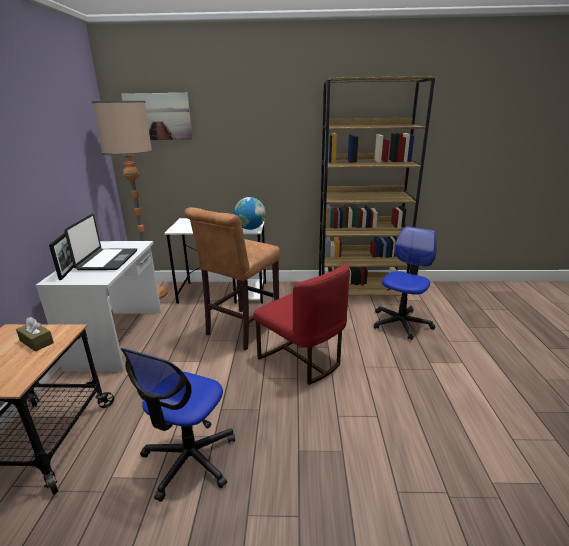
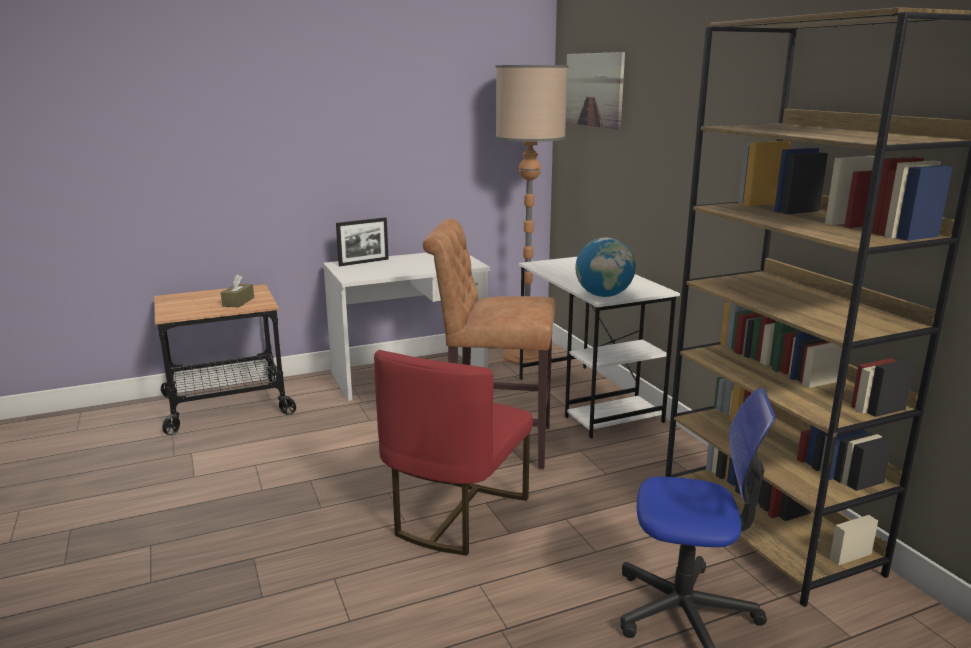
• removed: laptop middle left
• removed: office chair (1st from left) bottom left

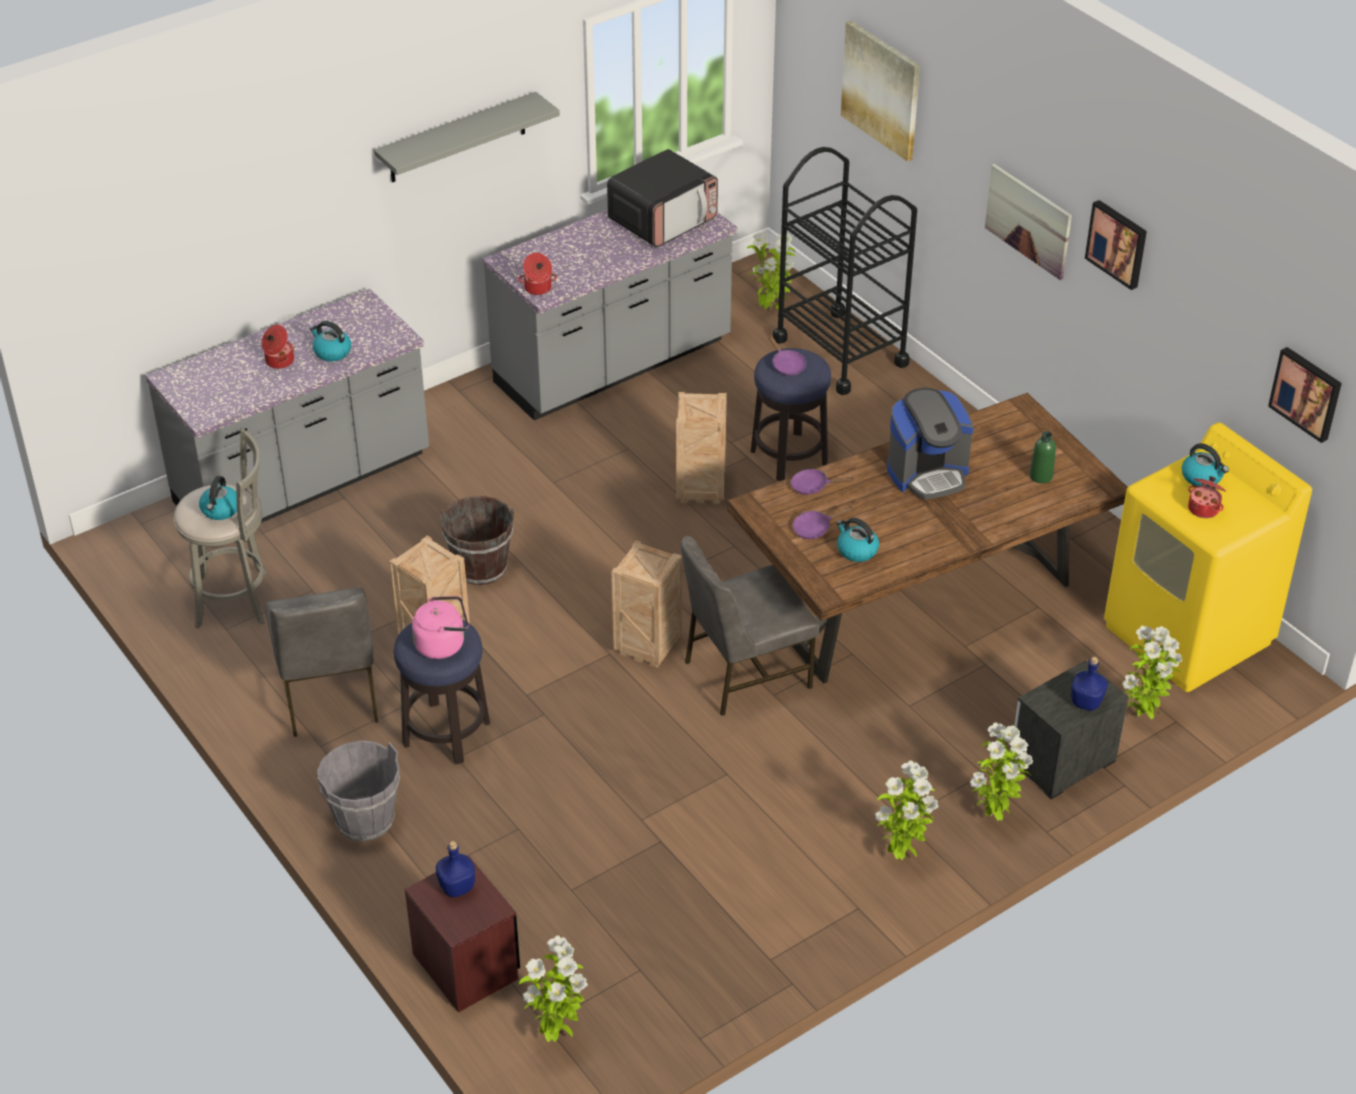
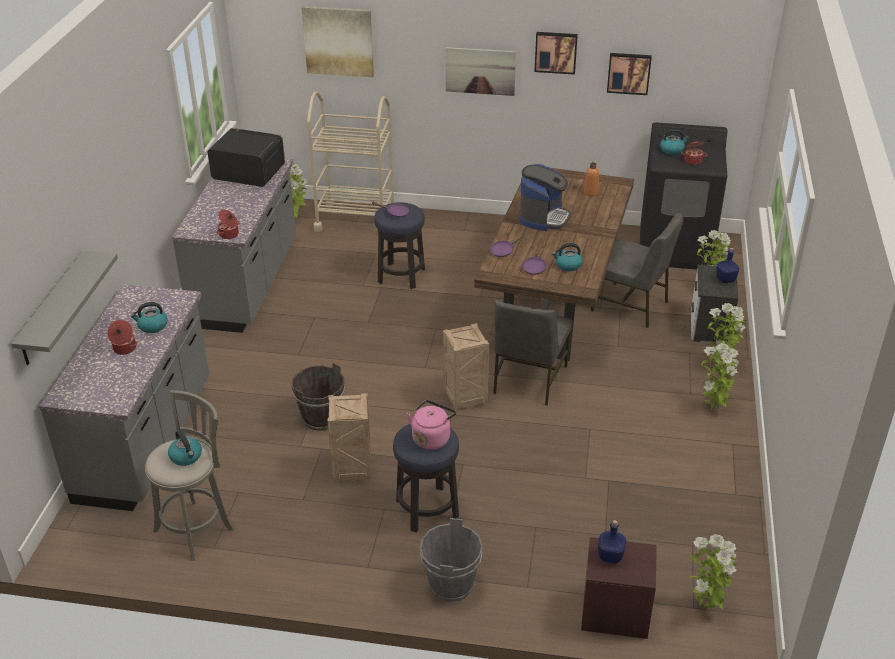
• removed: crate (3rd from left) centre
• moved: chair in grey (1st from left in the first image) middle left to chair in grey (2nd from left) middle right
• moved: shelf in grey top centre to middle left
• moved: picture (4th from left) middle right to top right
• recoloured: cart in black top centre to cart in beige top centre
• recoloured: bottle in green middle right to bottle in orange top centre
• recoloured: washing machine in yellow middle right to washing machine in black top right
• turned: microwave top centre = top left 75 degrees counterclockwise

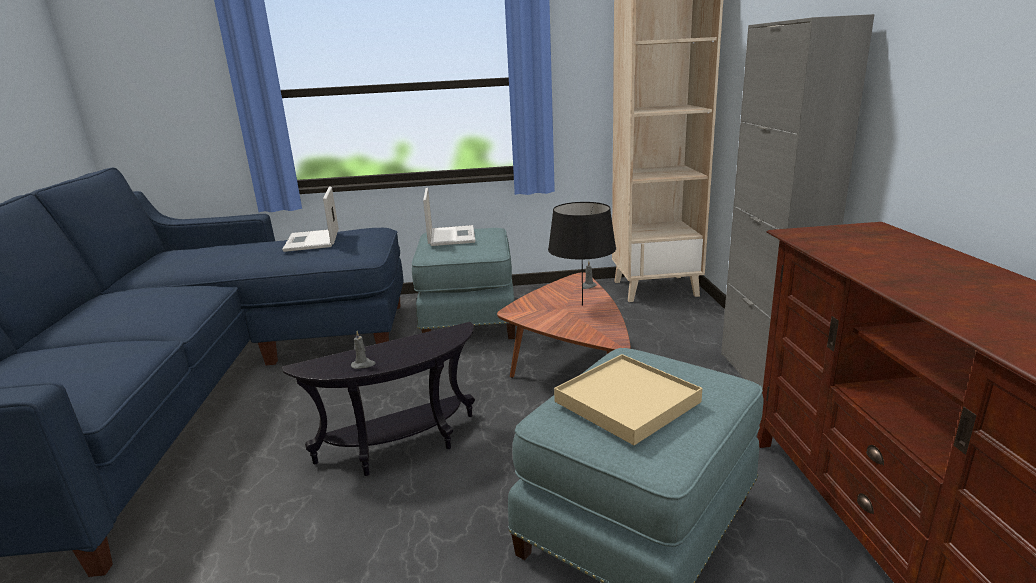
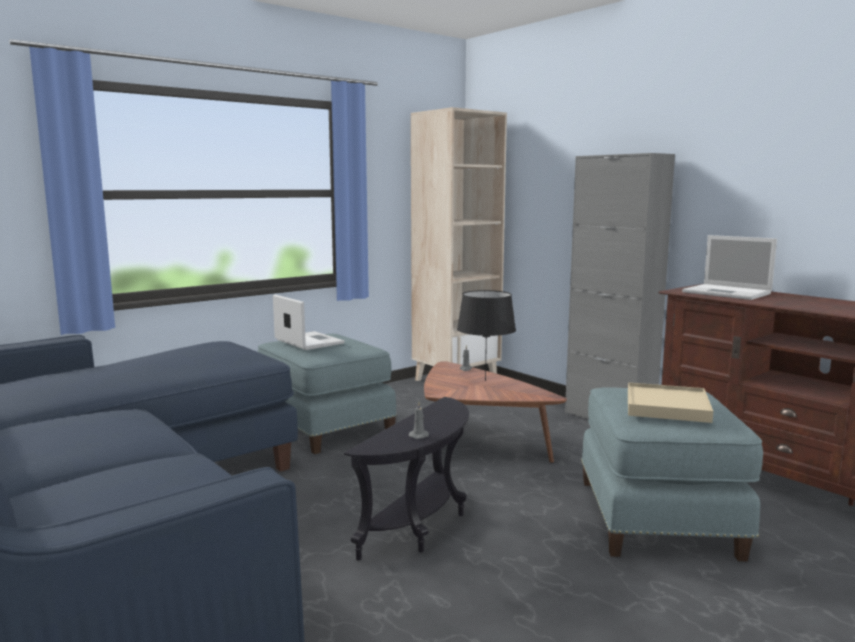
• moved: laptop (1st from left in the first image) middle left to laptop (2nd from left) middle right

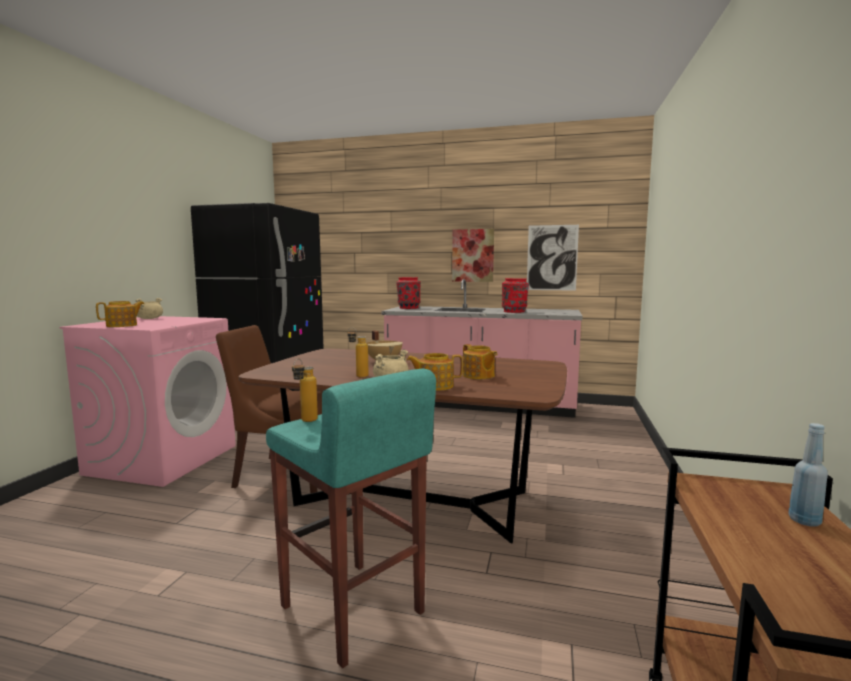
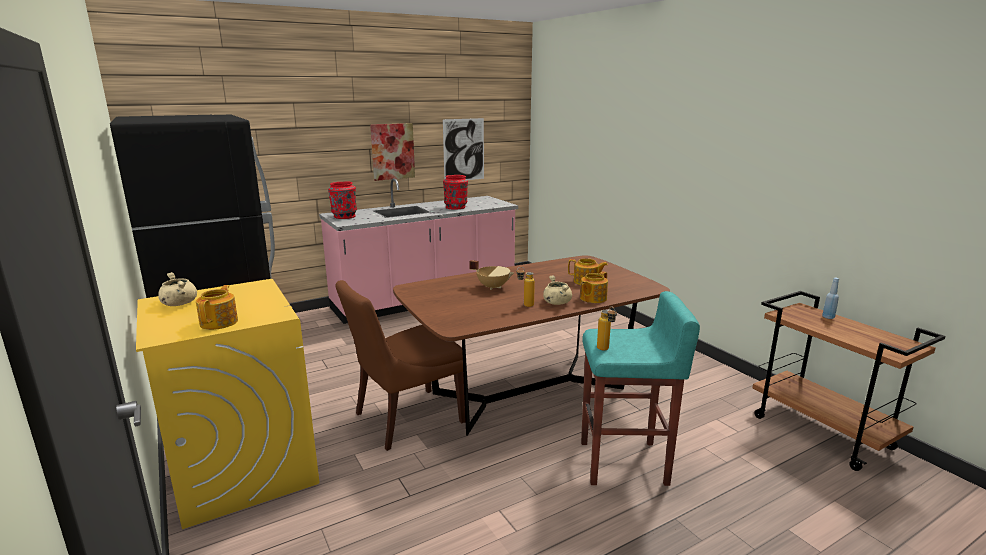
• recoloured: washing machine in pink middle left to washing machine in yellow bottom left

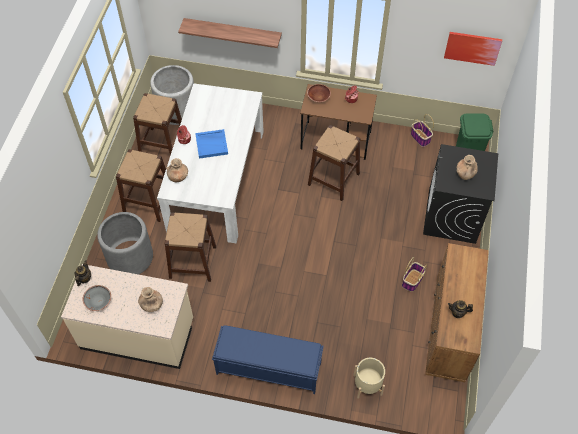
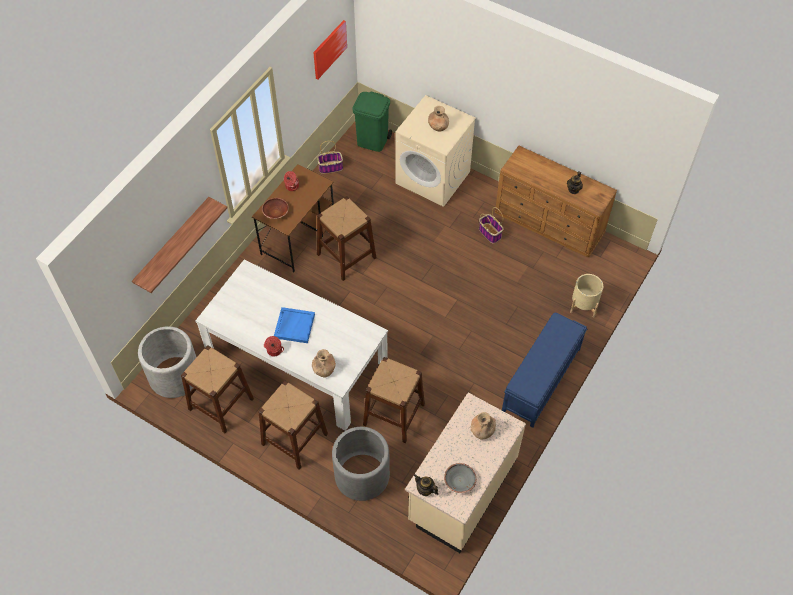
• recoloured: washing machine in black middle right to washing machine in beige top centre

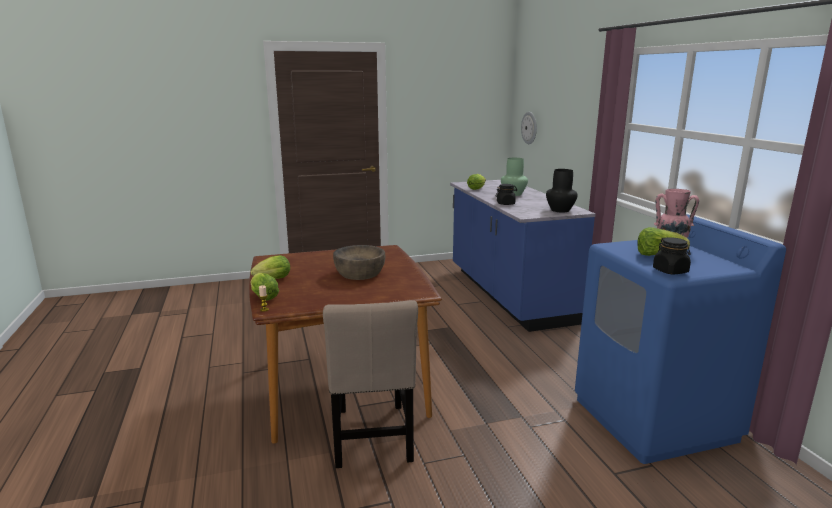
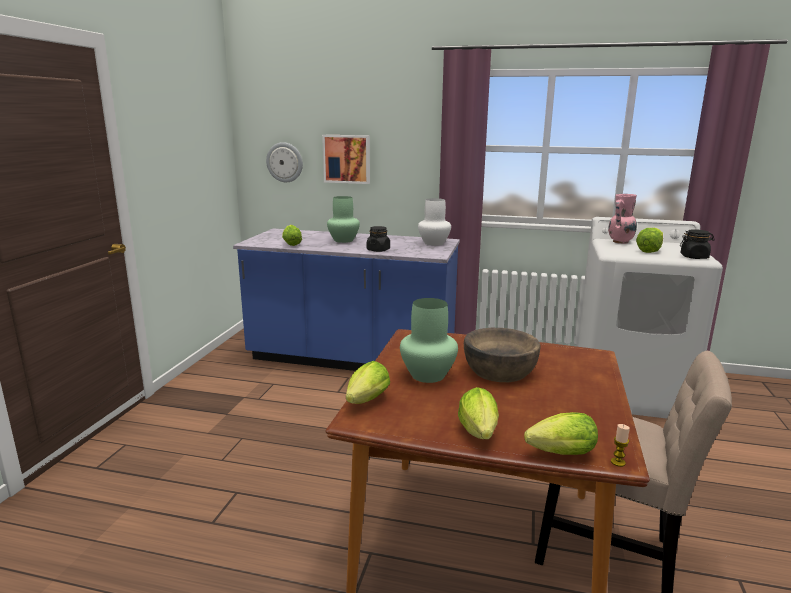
• added: picture top centre
• added: lettuce (2nd from left) centre
• added: vase in green (2nd from left) centre
• recoloured: vase in black middle right to vase in white centre
• recoloured: washing machine in blue bottom right to washing machine in white middle right

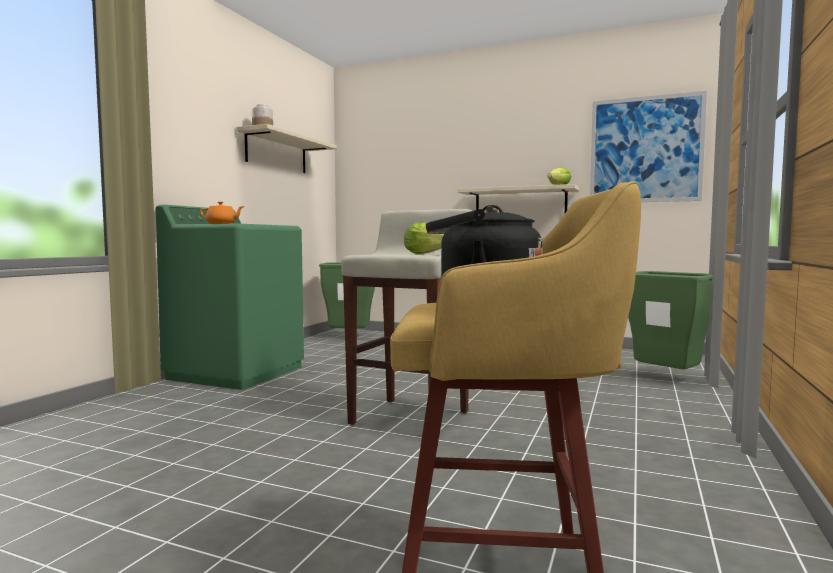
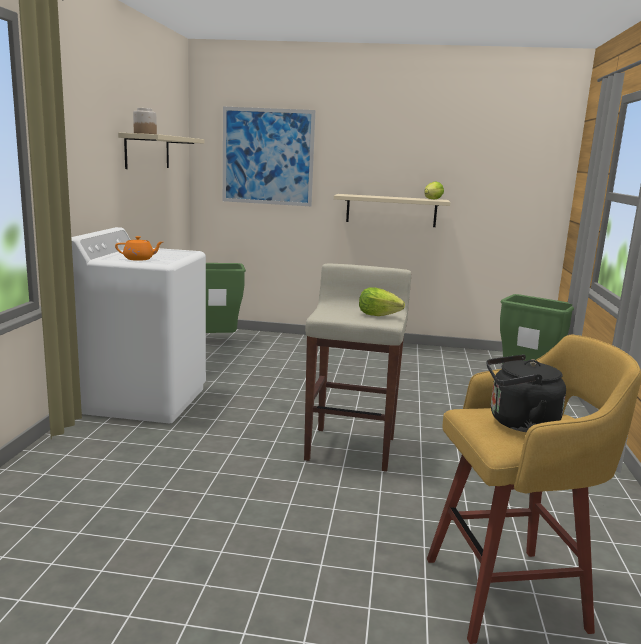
• moved: picture top right to top centre
• recoloured: washing machine in green middle left to washing machine in white middle left

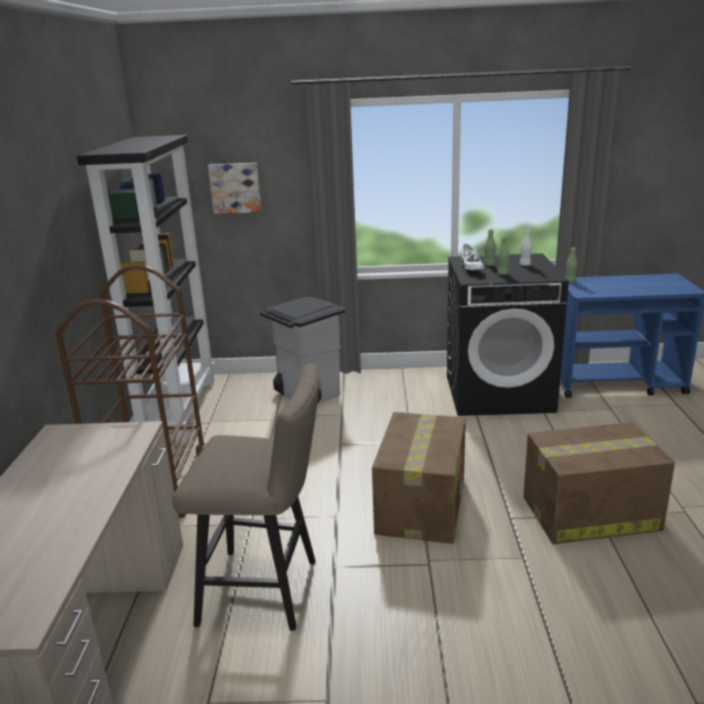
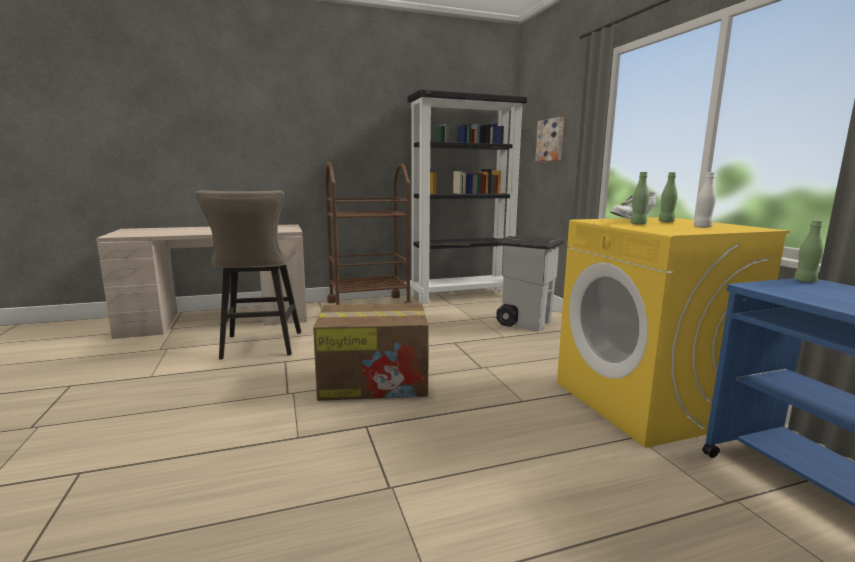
• removed: cardboard box (2nd from left) bottom right
• recoloured: washing machine in black middle right to washing machine in yellow middle right

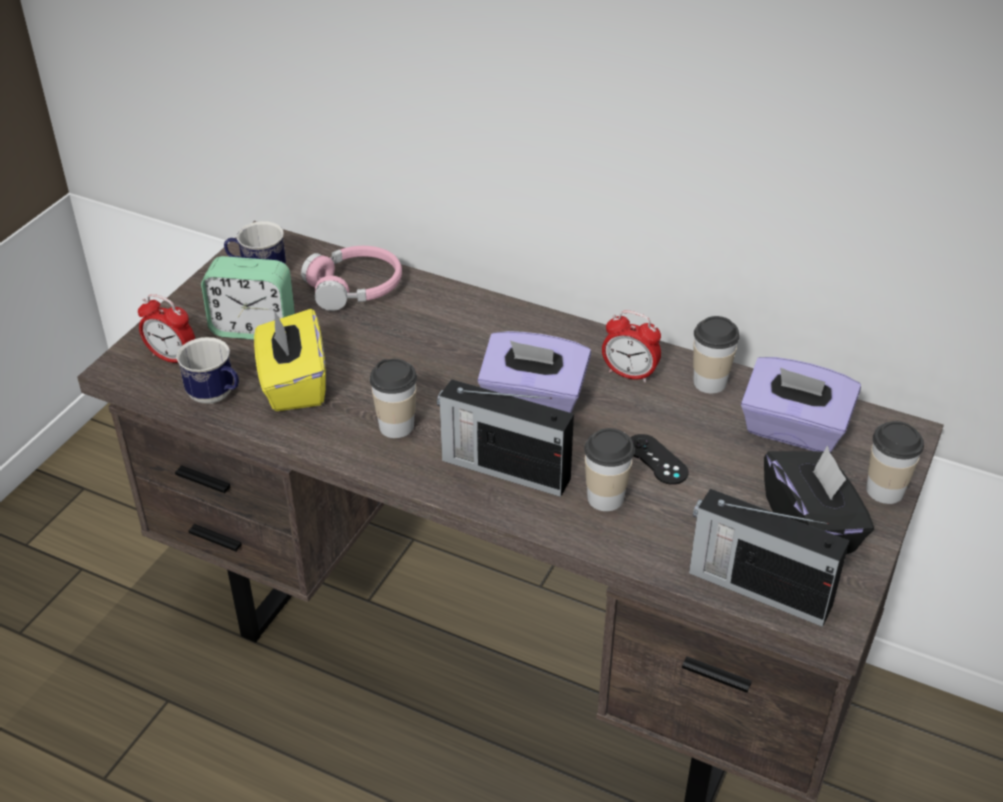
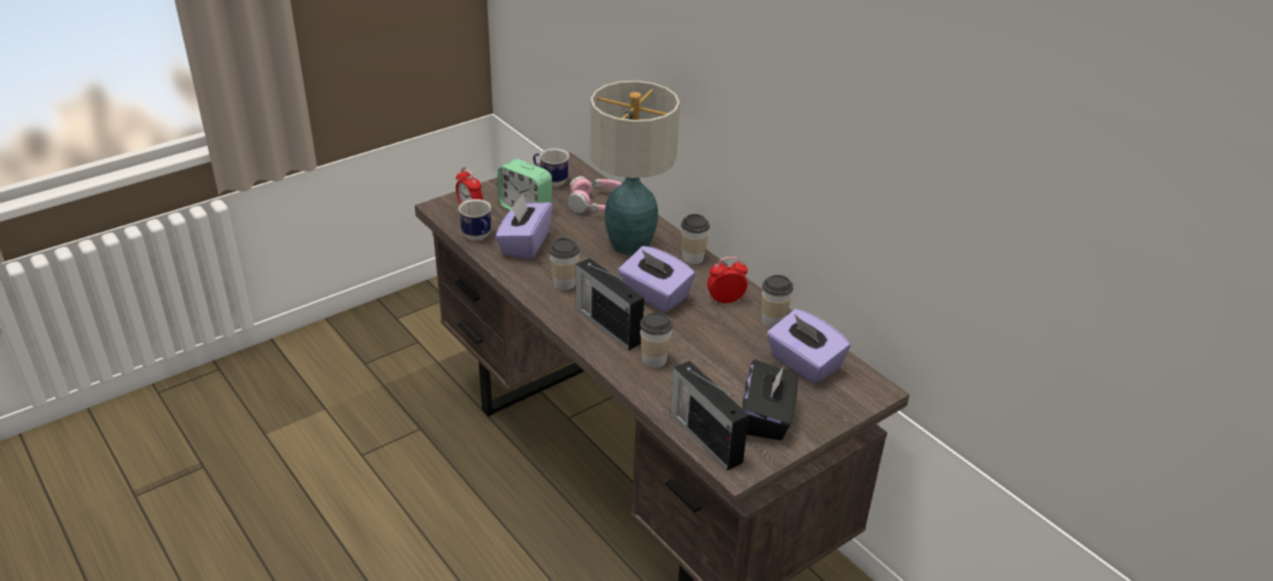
• removed: game controller in black centre
• added: table lamp top centre
• moved: cup (4th from left in the first image) middle right to cup (3rd from left) centre
• recoloured: tissue box in yellow middle left to tissue box in purple (1st from left) centre
• turned: alarm clock (3rd from left) centre = centre 120 degrees clockwise

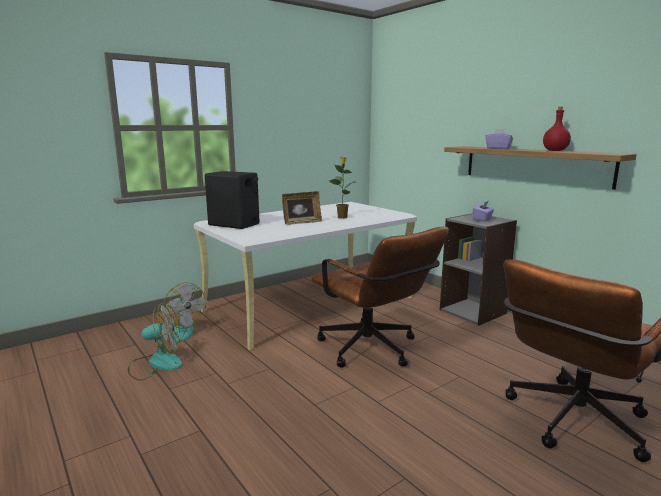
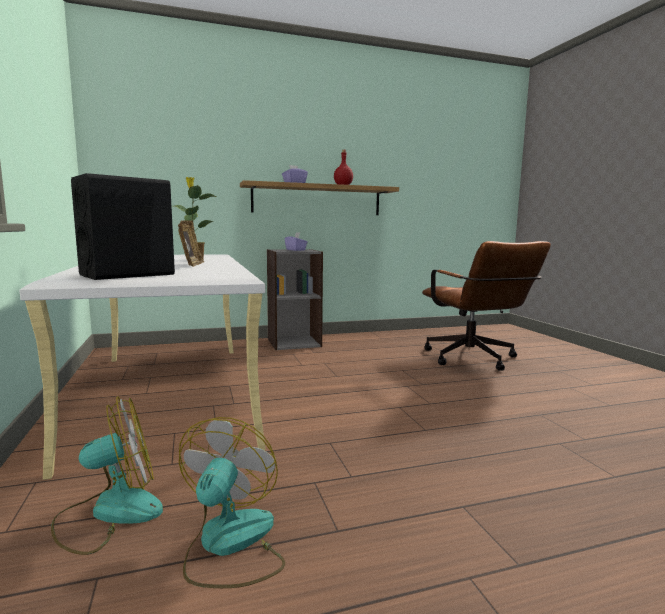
• removed: office chair in brown (1st from left) centre

